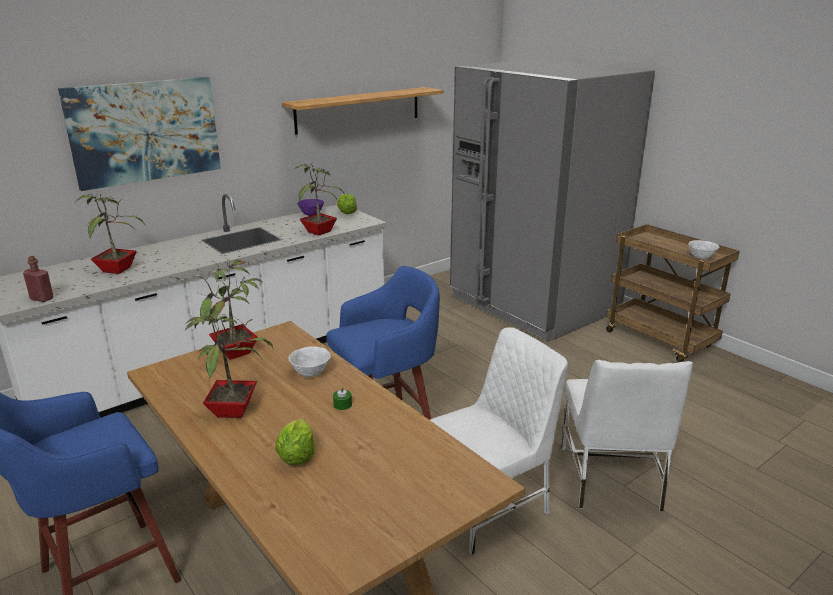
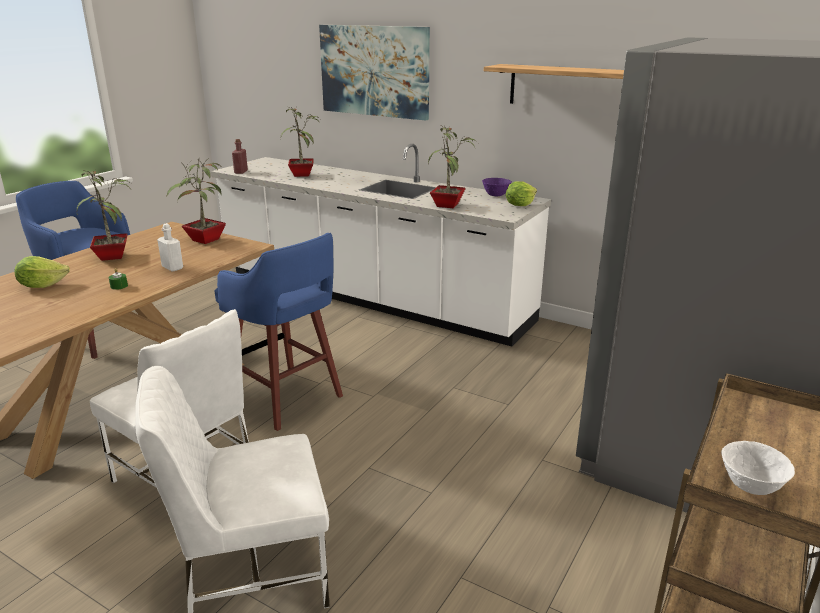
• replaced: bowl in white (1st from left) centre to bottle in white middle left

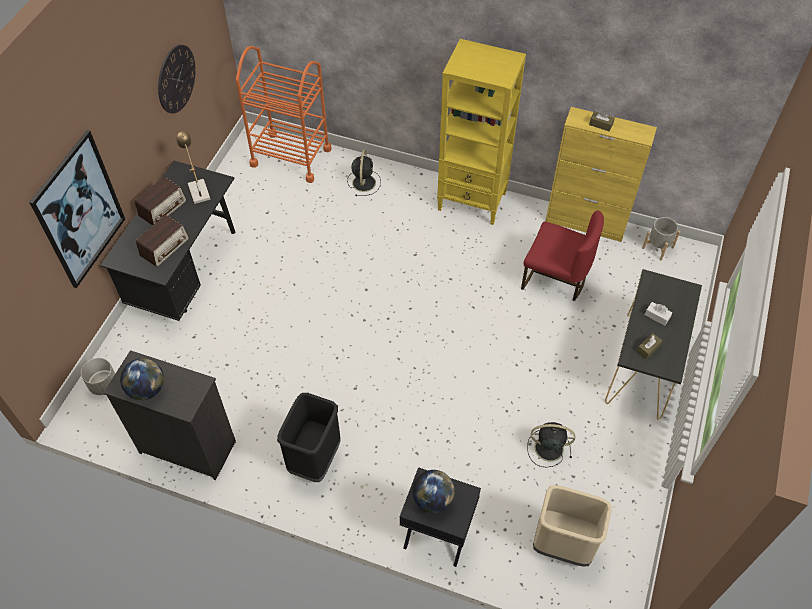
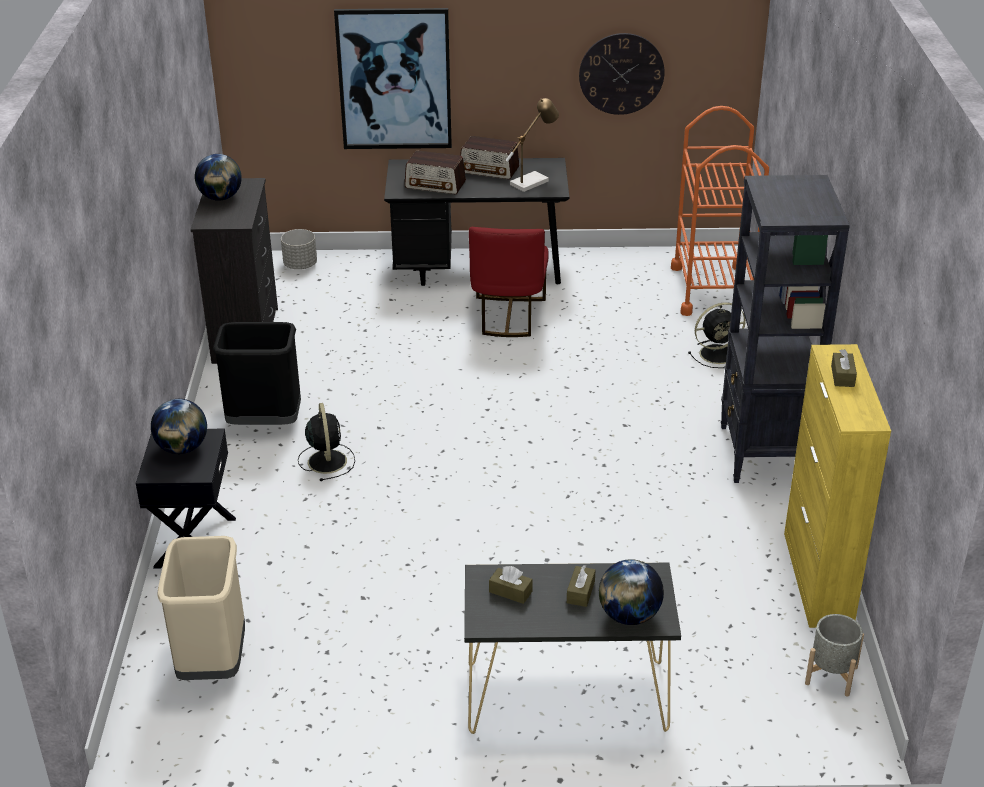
• added: globe (3rd from left) bottom centre
• moved: chair in red middle right to centre
• moved: fan in black (2nd from left in the first image) bottom right to fan in black (1st from left) middle left
• recoloured: bookcase in yellow top centre to bookcase in black middle right
• recoloured: tissue box in white middle right to tissue box in brown (2nd from left) bottom centre

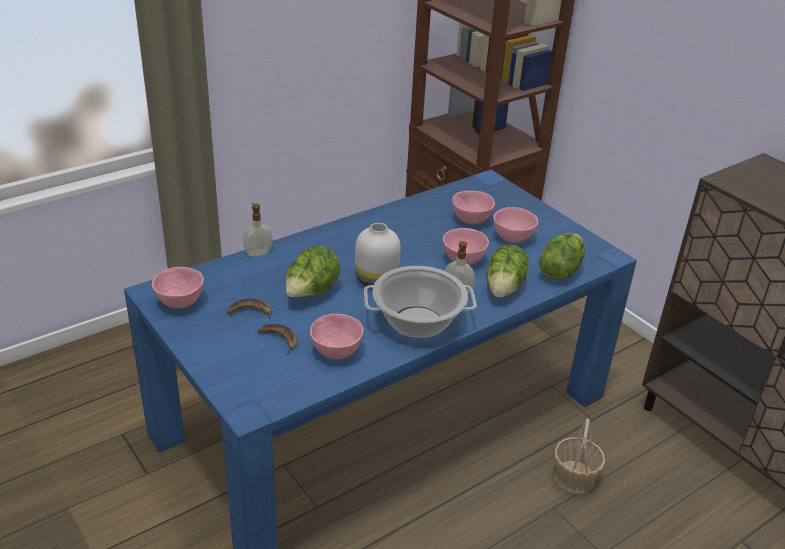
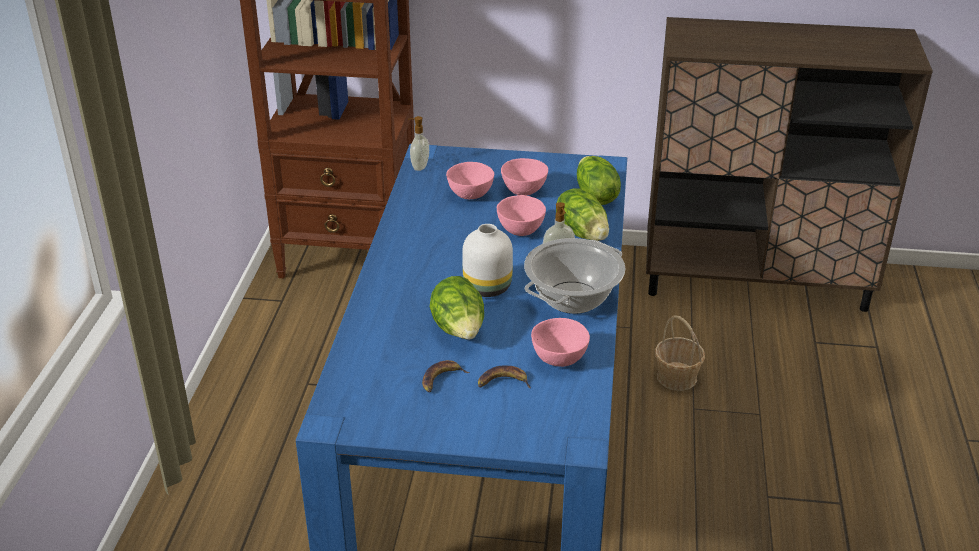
• removed: bowl in pink (1st from left) middle left
• moved: soap dispenser (1st from left) middle left to top centre

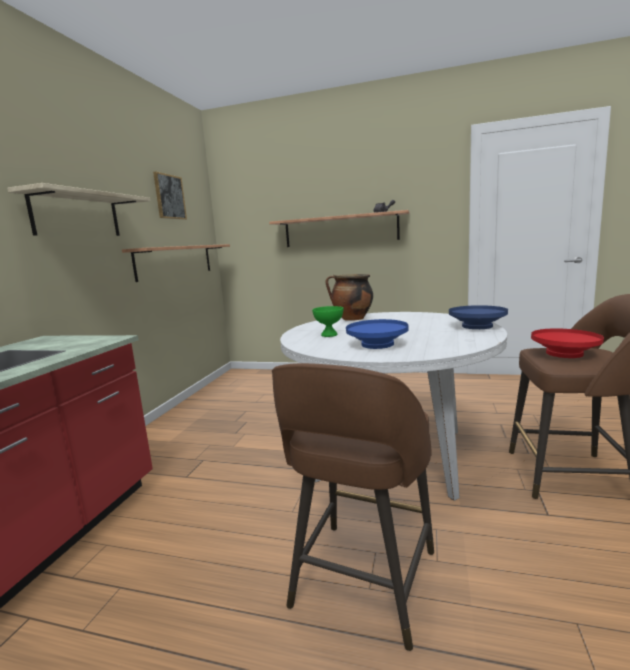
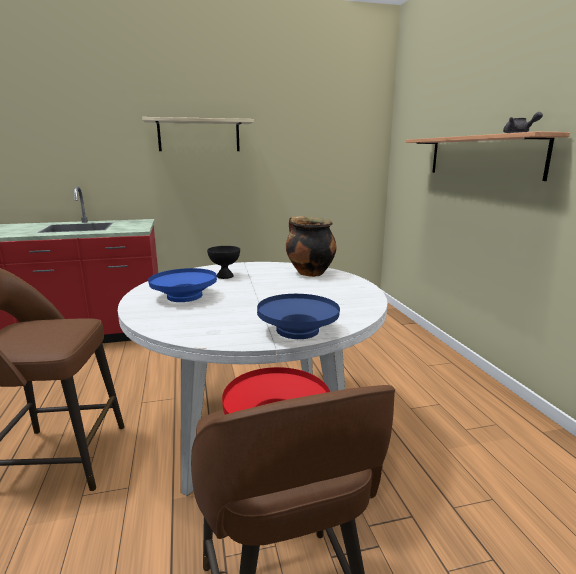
• removed: shelf (2nd from left) middle left
• removed: picture top left
• recoloured: bowl in green centre to bowl in black centre

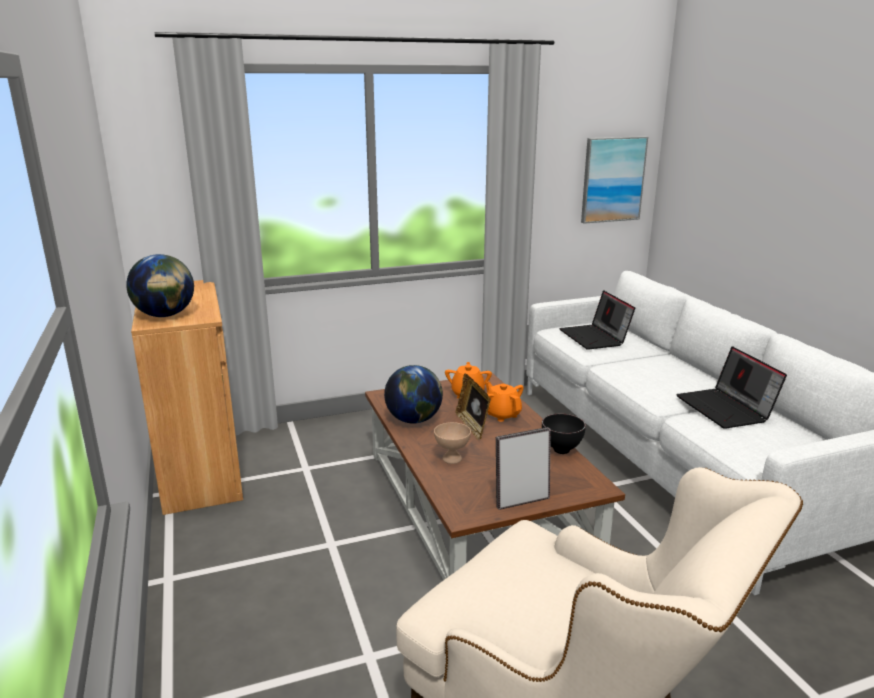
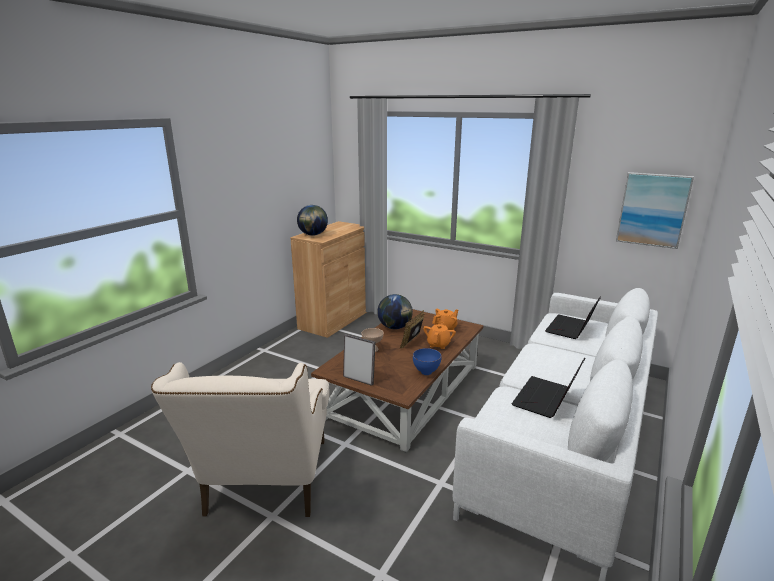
• recoloured: bowl in black centre to bowl in blue centre

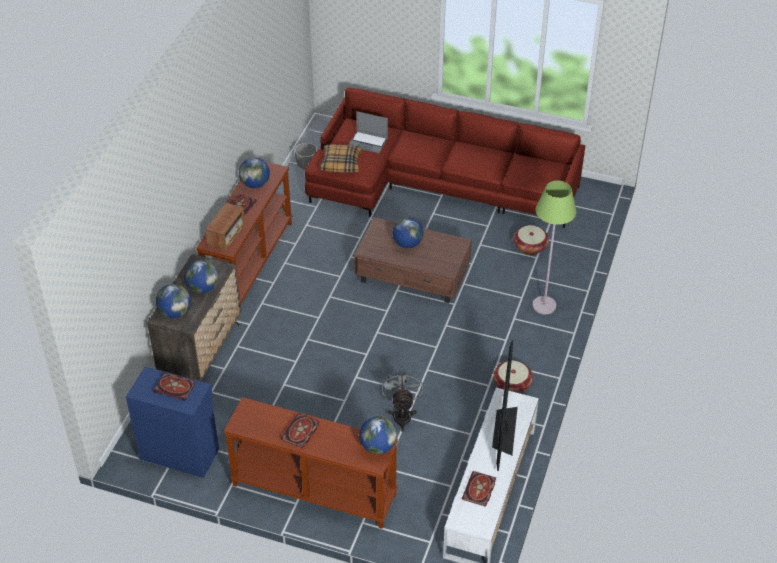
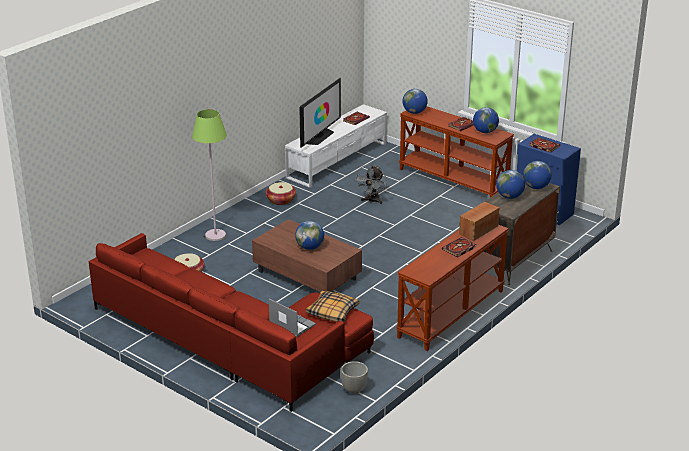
• moved: globe (3rd from left) top left to top right

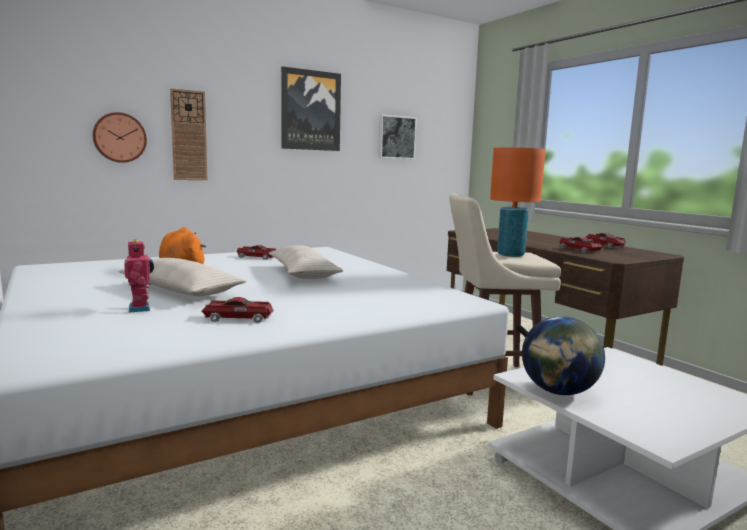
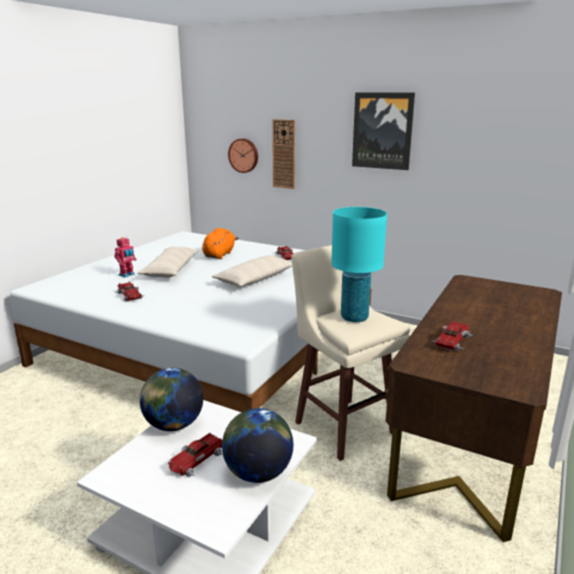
• removed: picture (2nd from left) top centre
• added: globe (2nd from left) bottom centre
• moved: toy car (4th from left in the first image) middle right to toy car (2nd from left) bottom centre
• recoloured: table lamp in orange middle right to table lamp in turquoise centre

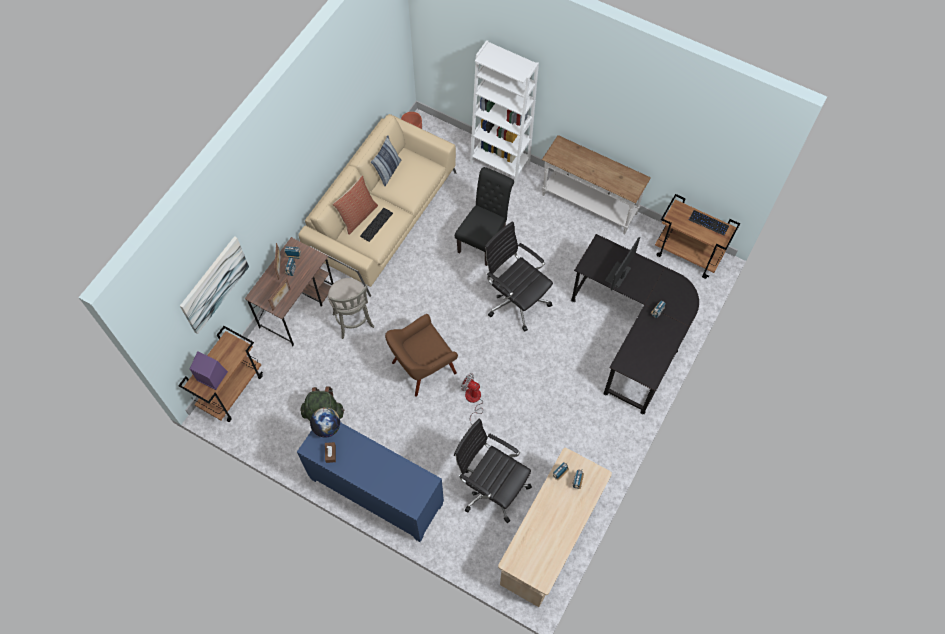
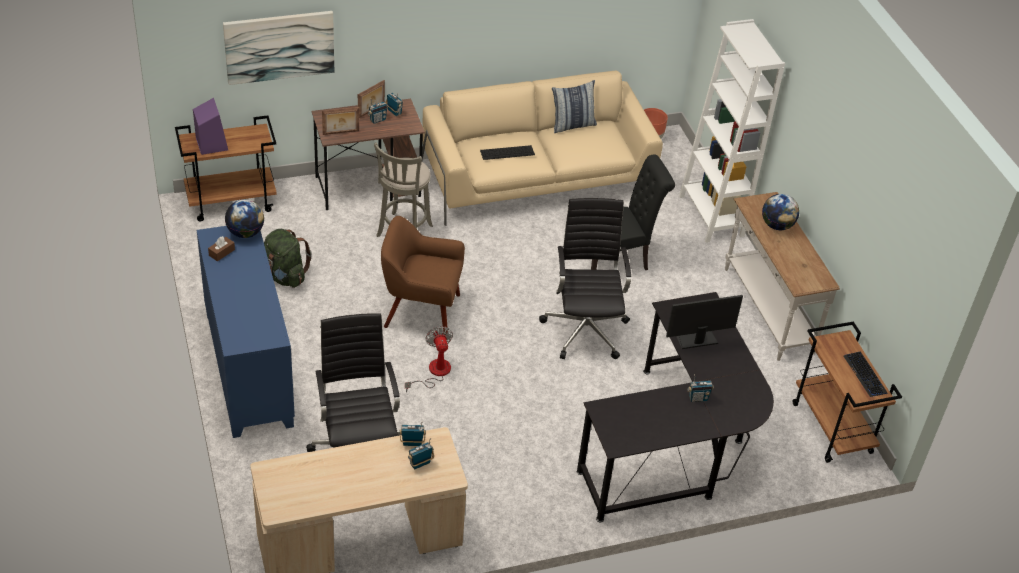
• removed: pillow (1st from left) top centre
• added: globe (2nd from left) middle right

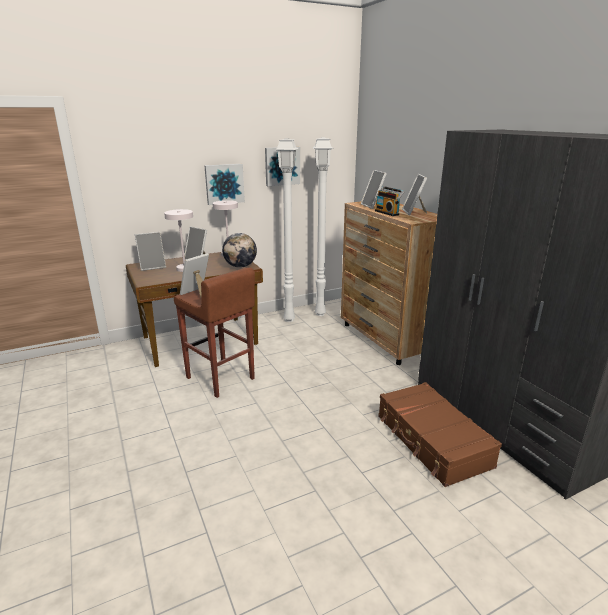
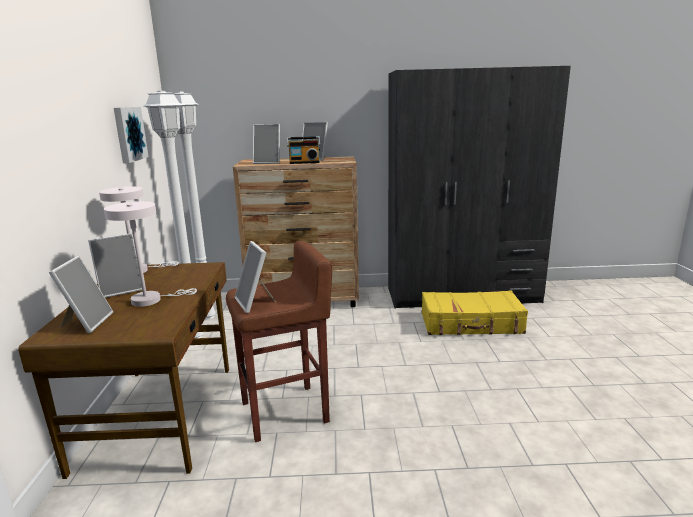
• removed: picture (1st from left) top centre
• removed: globe centre
• recoloured: suitcase in brown bottom right to suitcase in yellow middle right

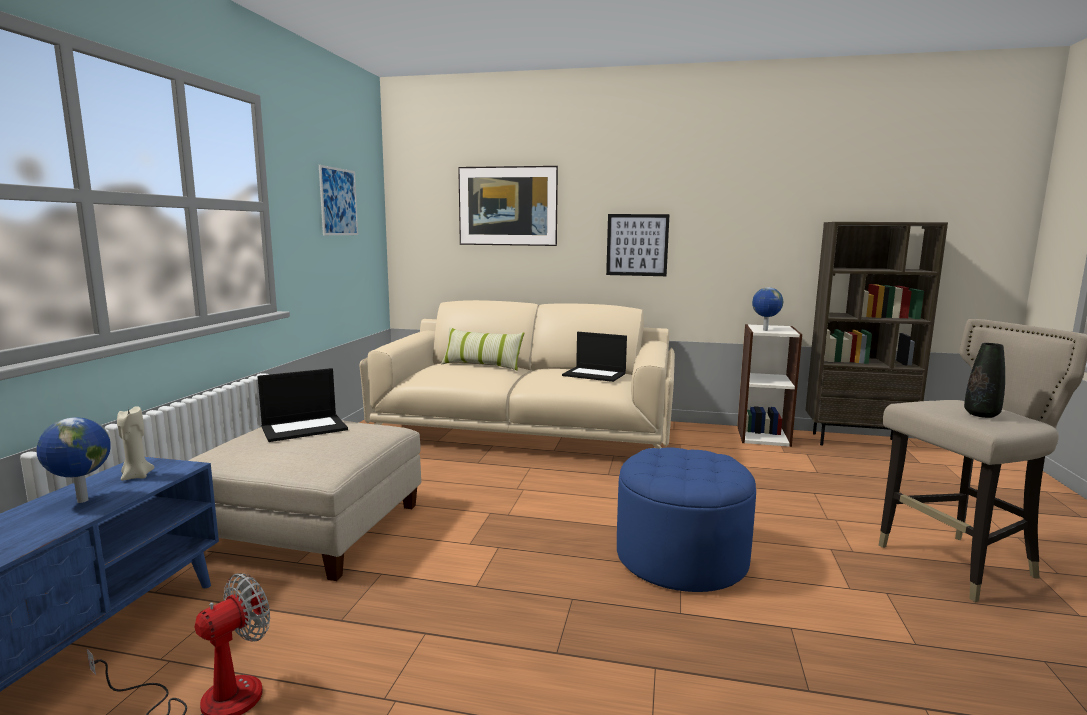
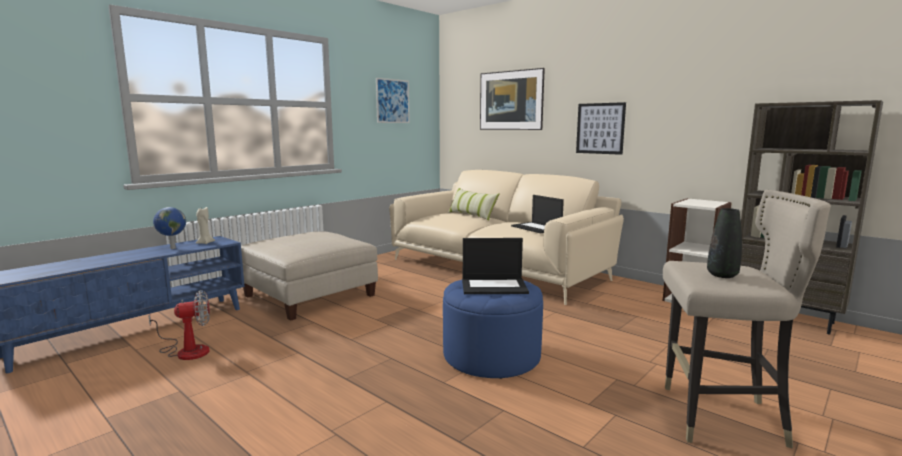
• removed: globe (2nd from left) middle right
• moved: laptop (1st from left) middle left to centre

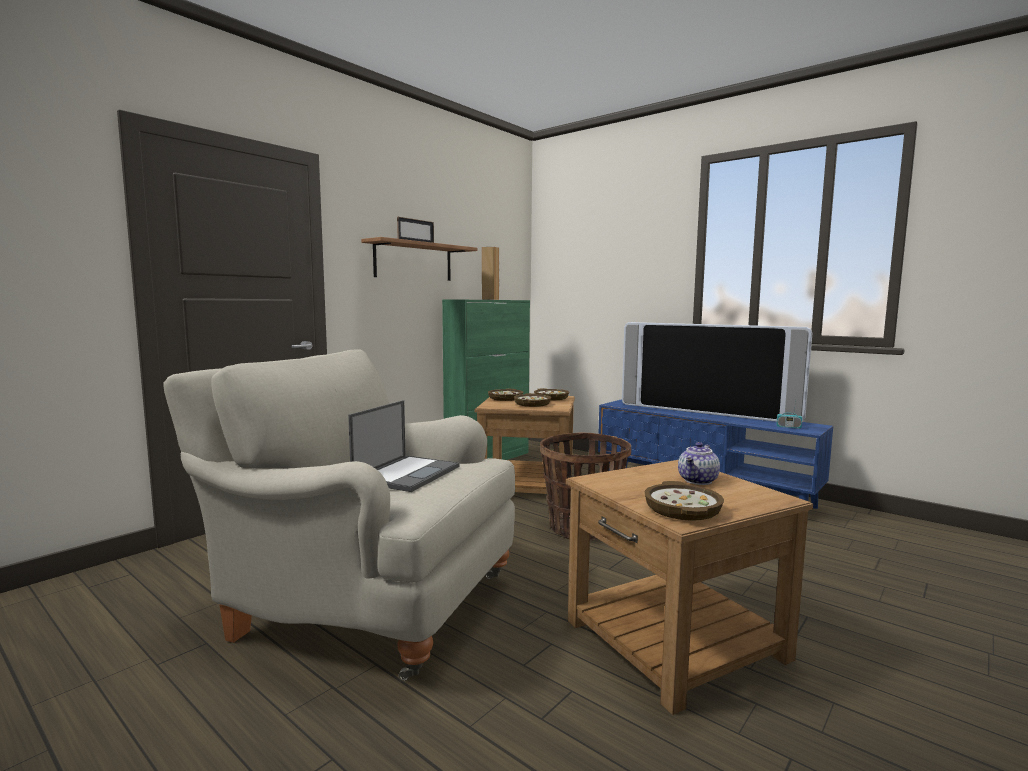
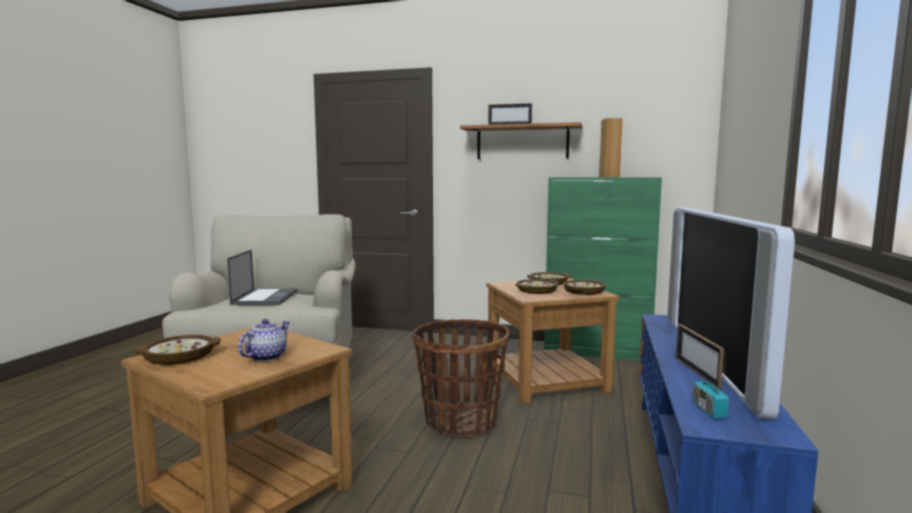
• added: picture frame (2nd from left) bottom right
• turned: laptop centre = middle left 90 degrees counterclockwise
• turned: teapot middle right = middle left 105 degrees clockwise

